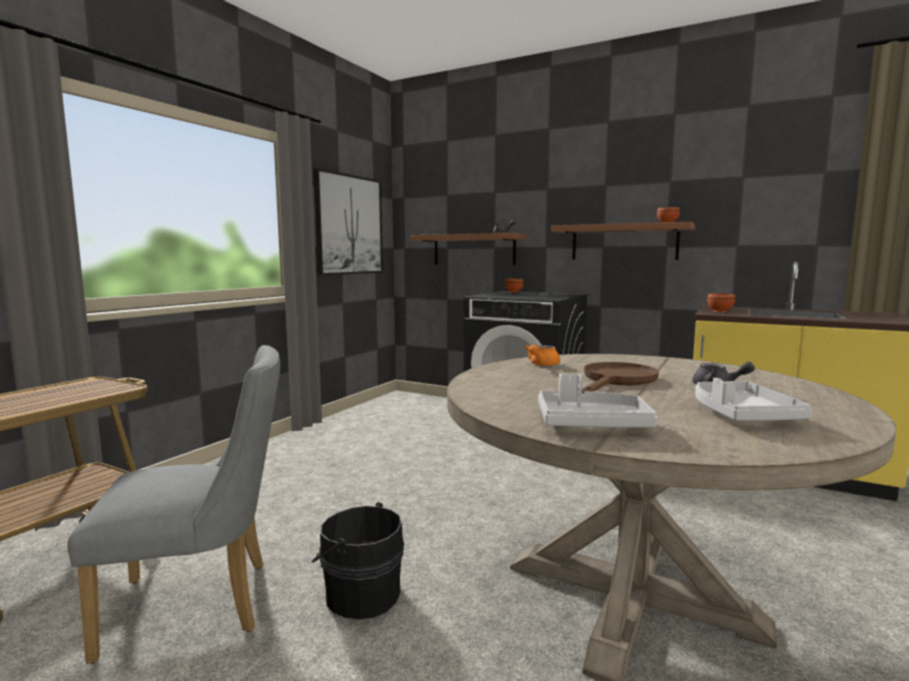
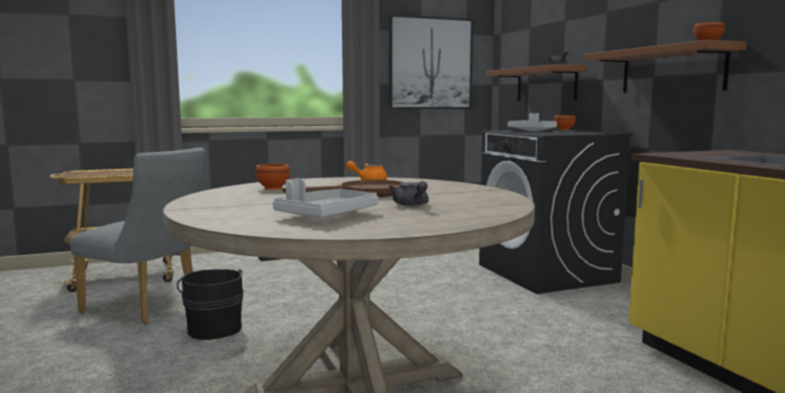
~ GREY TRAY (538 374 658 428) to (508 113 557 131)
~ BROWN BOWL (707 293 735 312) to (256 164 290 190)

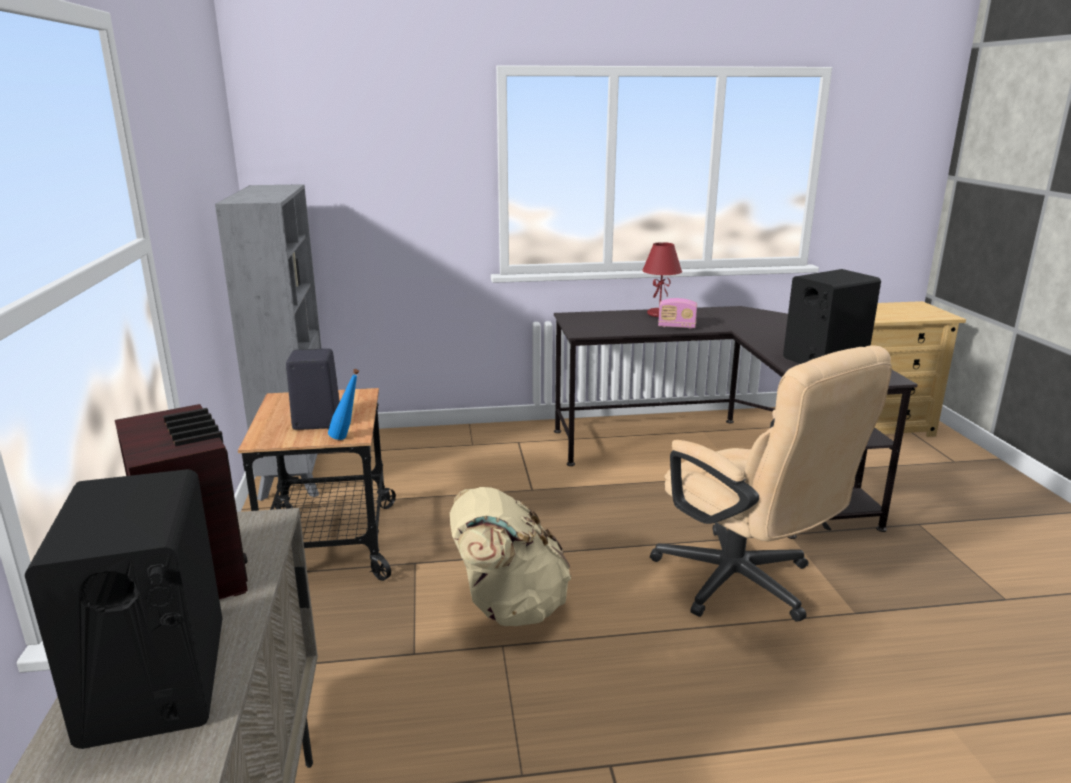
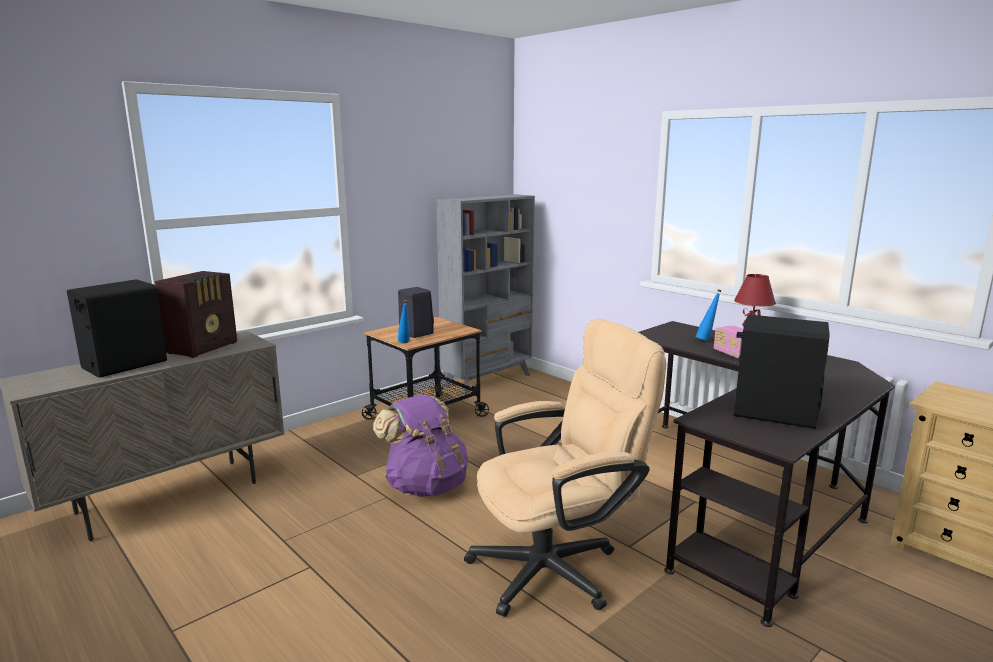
+ BLUE BOTTLE (696 289 722 341)
~ BEIGE BACKPACK (450 487 572 626) to PURPLE BACKPACK (373 394 468 497)
~ BEIGE OFFICE CHAIR (650 345 892 622) = (464 318 666 617) 135 degrees counterclockwise

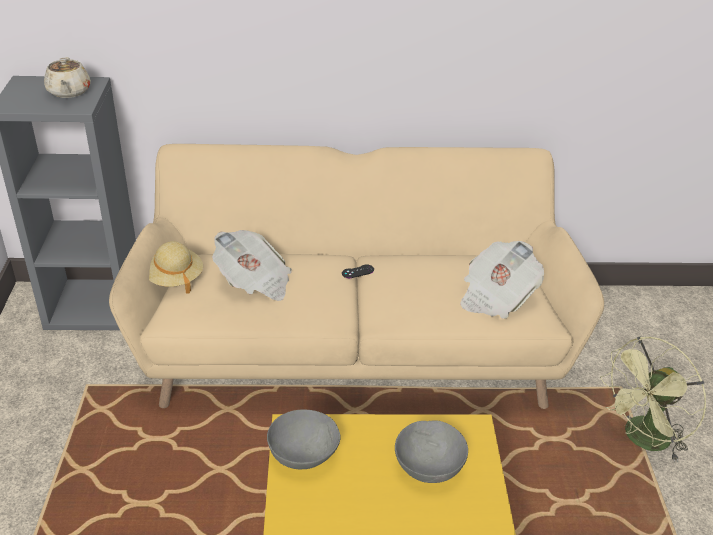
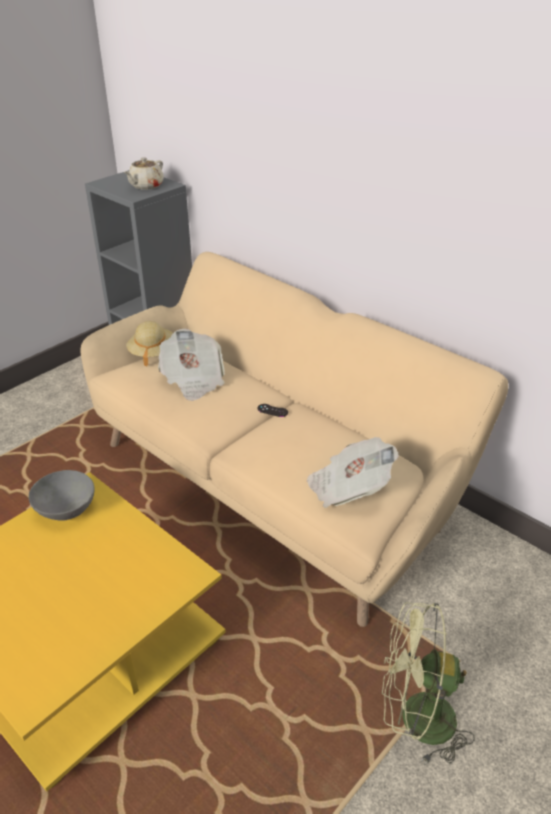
- GREY BOWL (395 420 468 483)

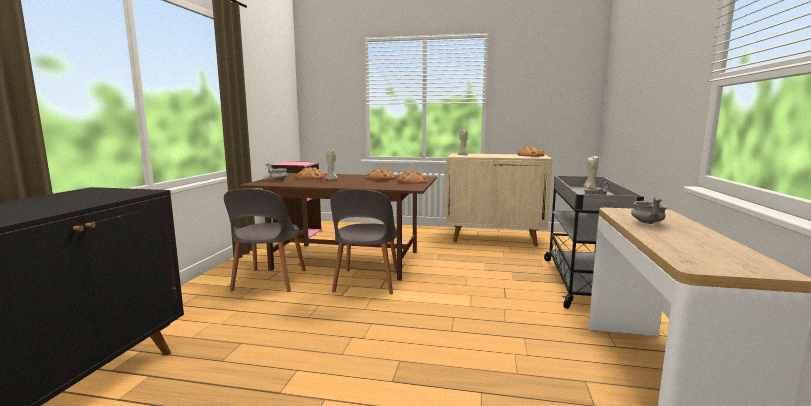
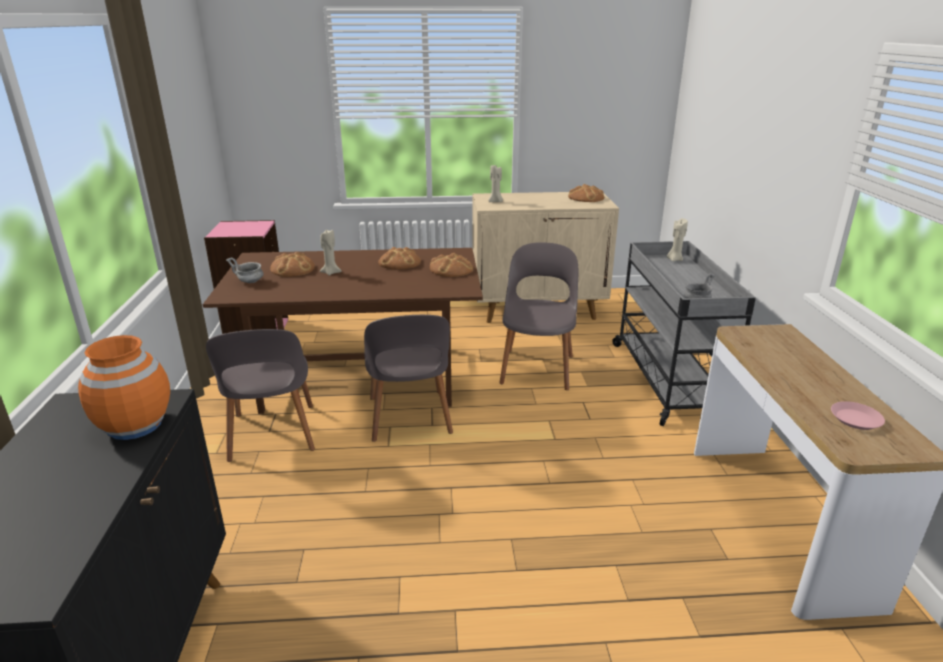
- GREY BOWL (631 196 668 224)
+ ORANGE VASE (78 335 170 440)
+ GREY CHAIR (499 242 578 390)
+ PINK PLATE (831 401 885 430)

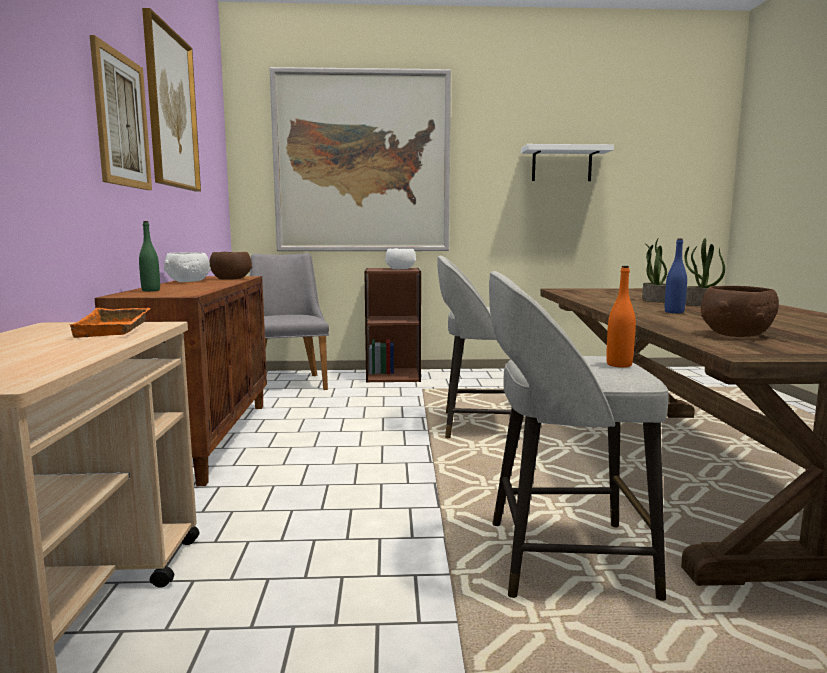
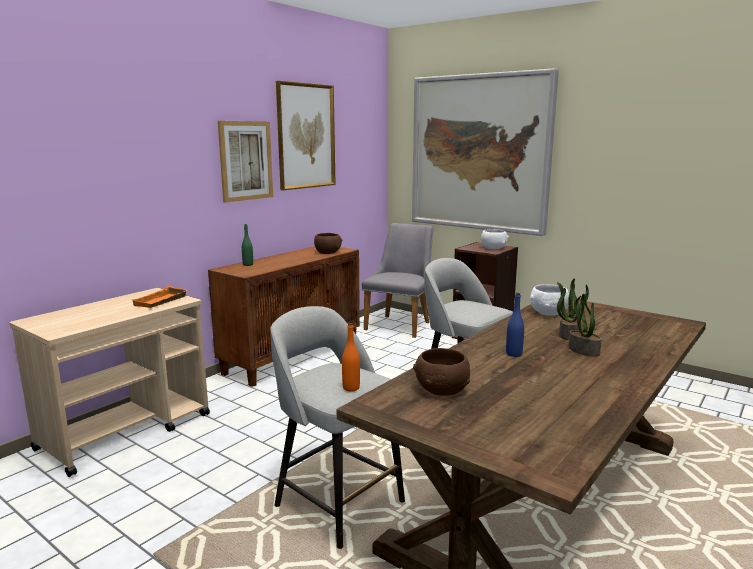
- WHITE SHELF (521 144 614 181)
~ WHITE BOWL (164 252 211 282) to (529 284 569 315)

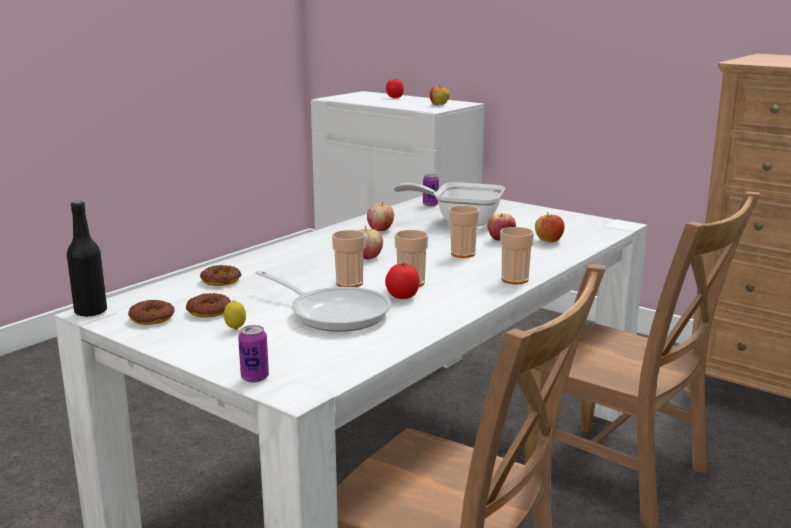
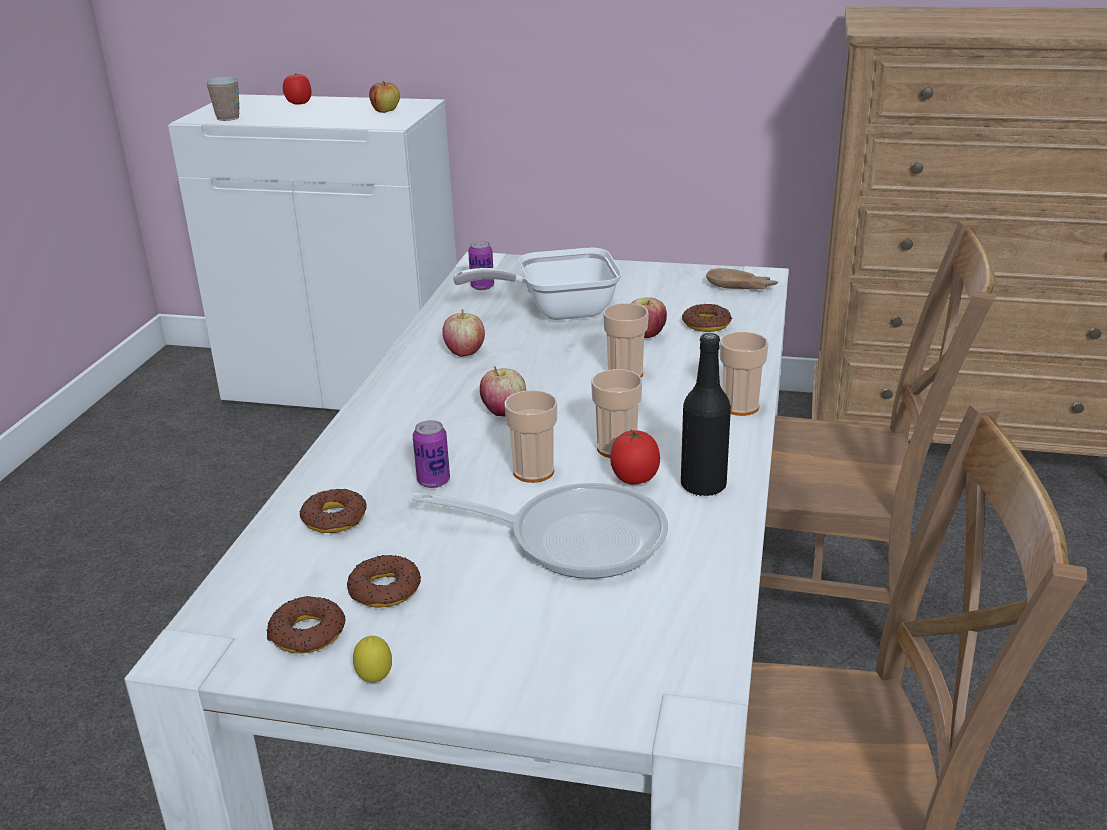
+ CUP (205 77 239 121)
+ BROWN BOWL (706 268 778 289)
~ BLACK BOTTLE (67 201 107 317) to (681 333 731 497)
~ LEMON (224 300 246 330) to (353 636 392 683)
~ CAN (238 325 269 383) to (413 420 450 488)
~ APPLE (535 212 565 243) to DONUT (682 304 732 332)

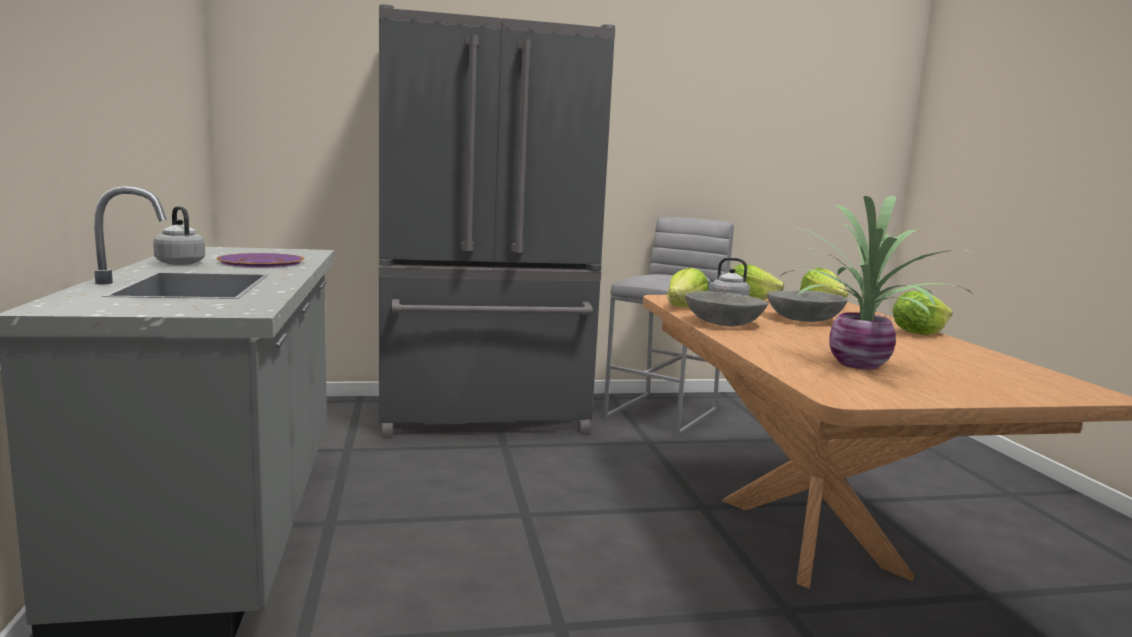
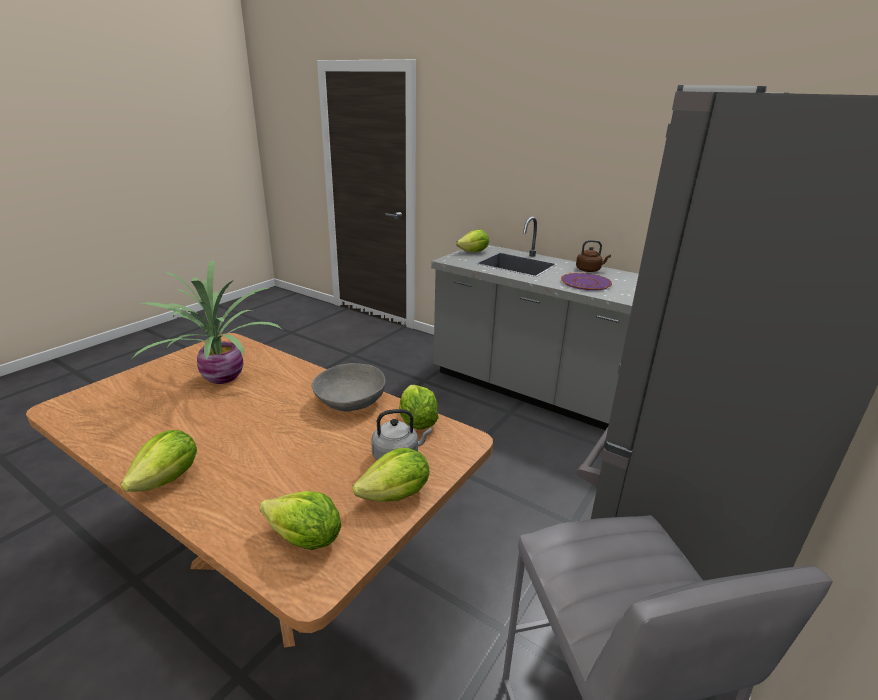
- GREY BOWL (767 290 848 322)
+ LETTUCE (456 229 489 252)
~ GREY KETTLE (153 206 205 265) to BROWN KETTLE (576 240 611 272)

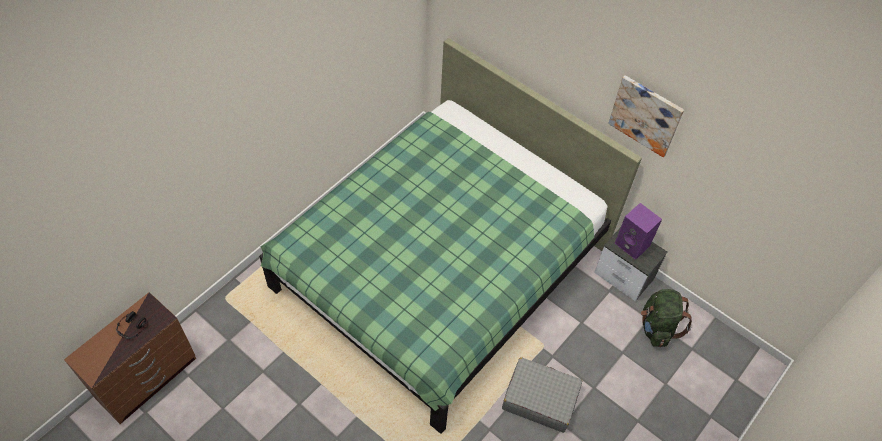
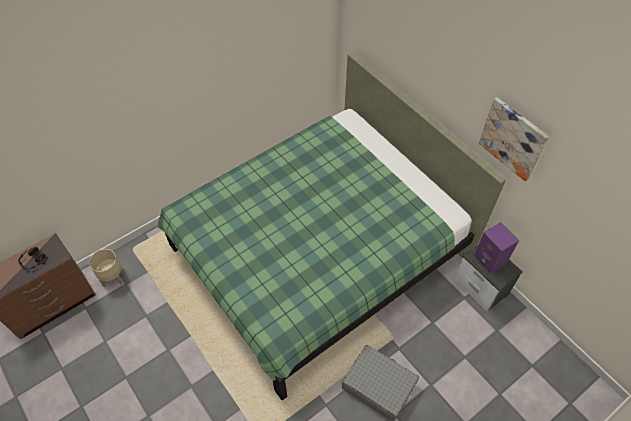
- GREEN BACKPACK (641 289 692 347)
+ BEIGE PLANTER (89 249 123 287)

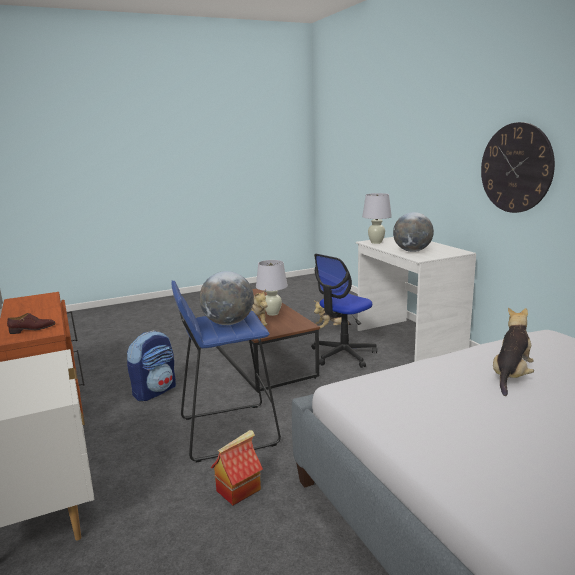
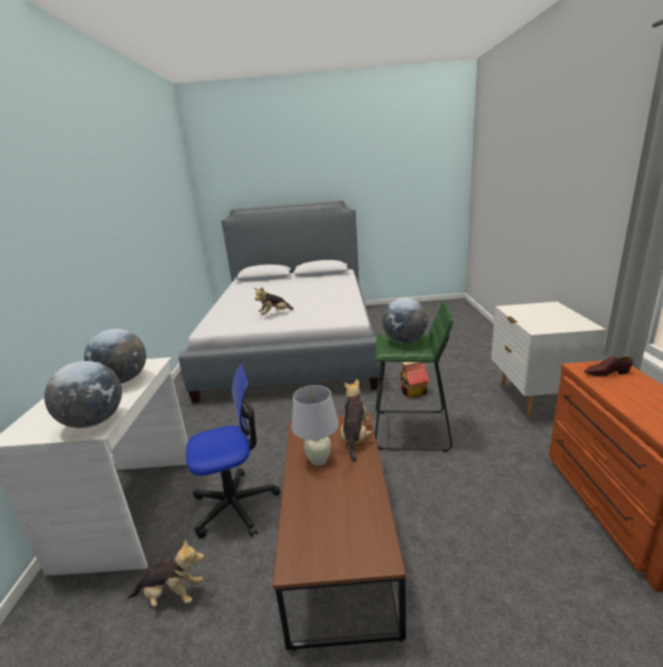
- BACKPACK (127 330 176 401)
- WALL CLOCK (481 122 555 213)
~ WHITE TABLE LAMP (362 193 392 244) to GLOBE (44 361 122 428)
~ BLUE STOOL (171 280 281 463) to GREEN STOOL (375 300 453 451)

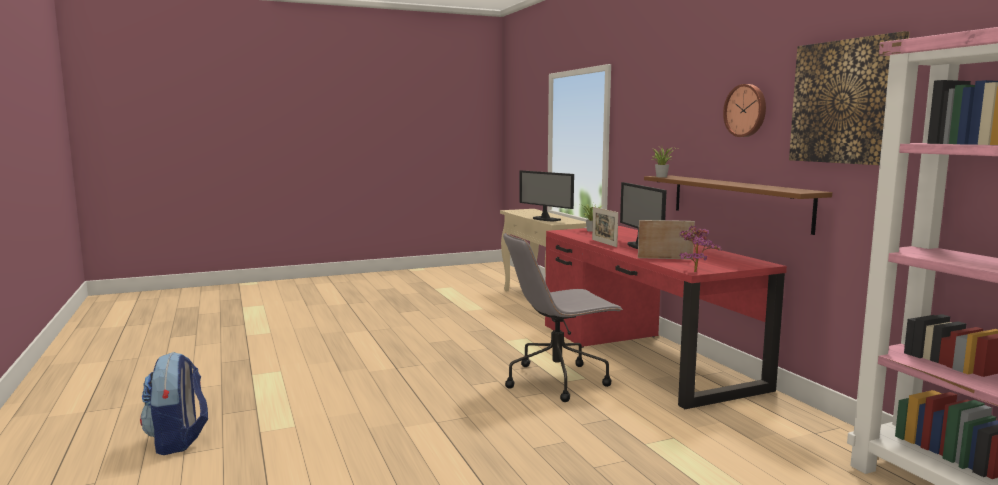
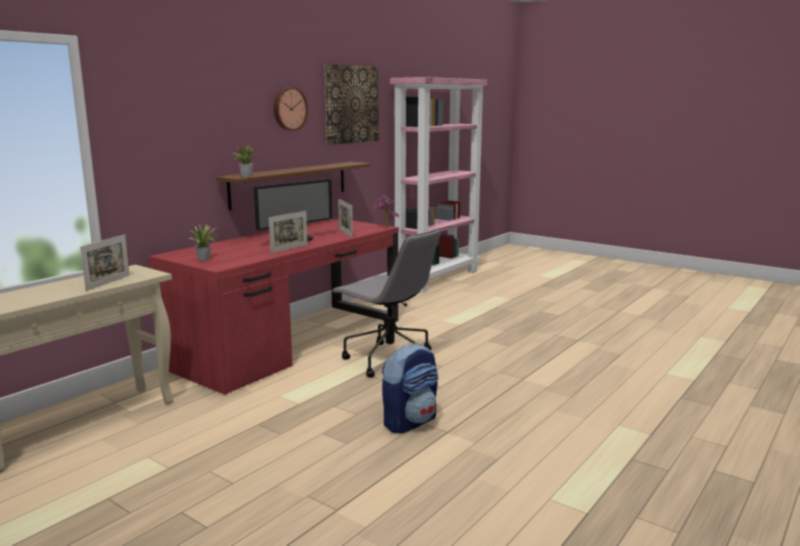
~ BACKPACK (140 352 208 455) to (382 343 439 433)
~ MONITOR (519 170 574 221) to PICTURE FRAME (80 234 130 291)

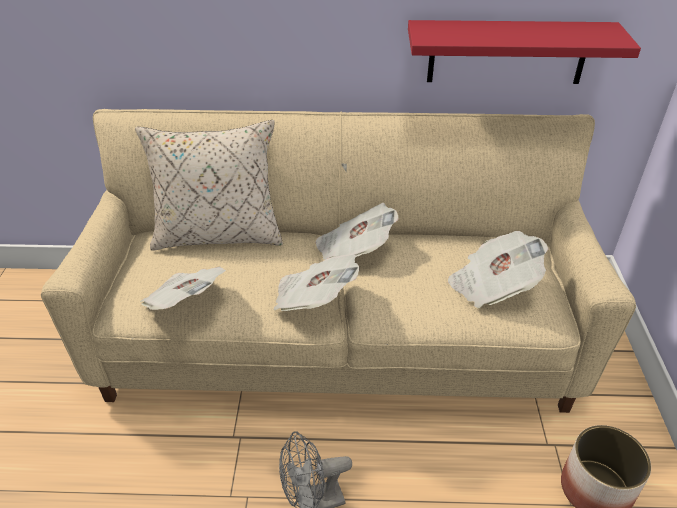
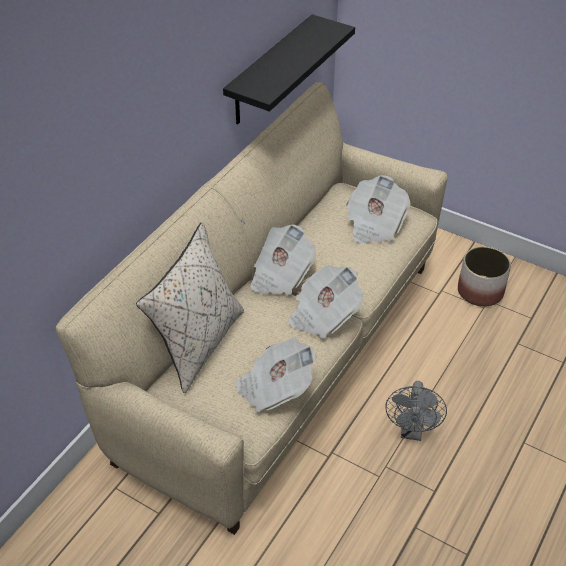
~ RED SHELF (408 20 641 84) to BLACK SHELF (223 14 355 124)

